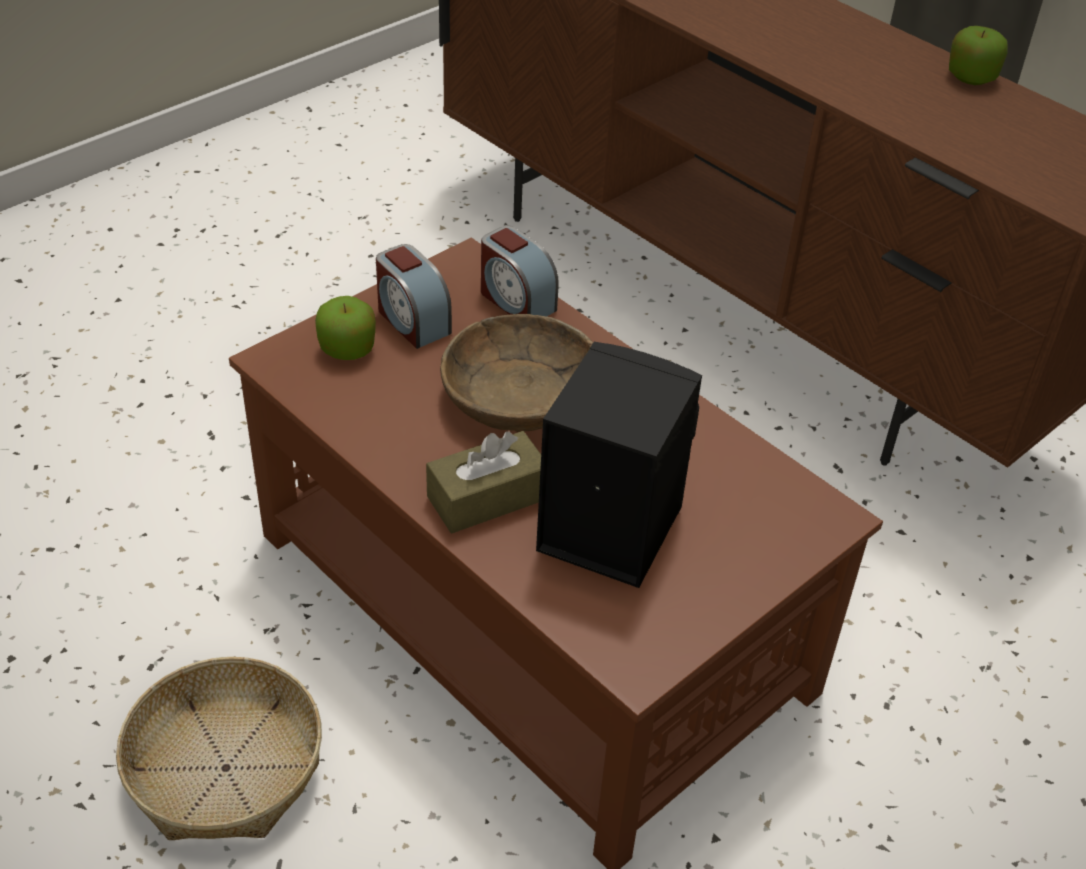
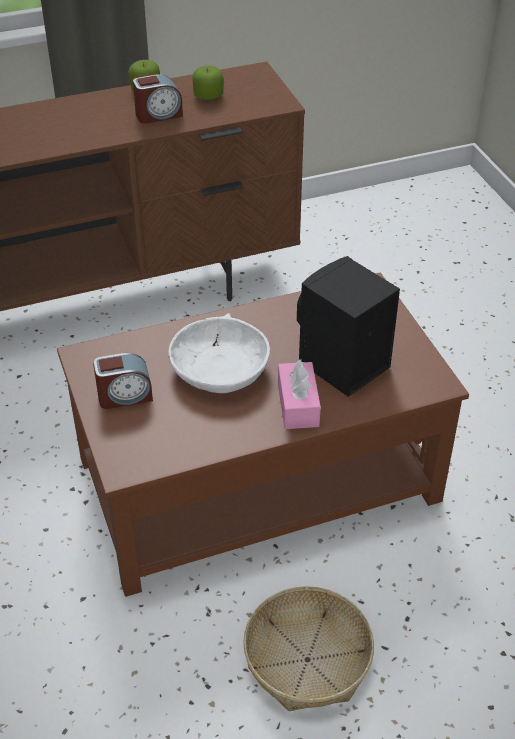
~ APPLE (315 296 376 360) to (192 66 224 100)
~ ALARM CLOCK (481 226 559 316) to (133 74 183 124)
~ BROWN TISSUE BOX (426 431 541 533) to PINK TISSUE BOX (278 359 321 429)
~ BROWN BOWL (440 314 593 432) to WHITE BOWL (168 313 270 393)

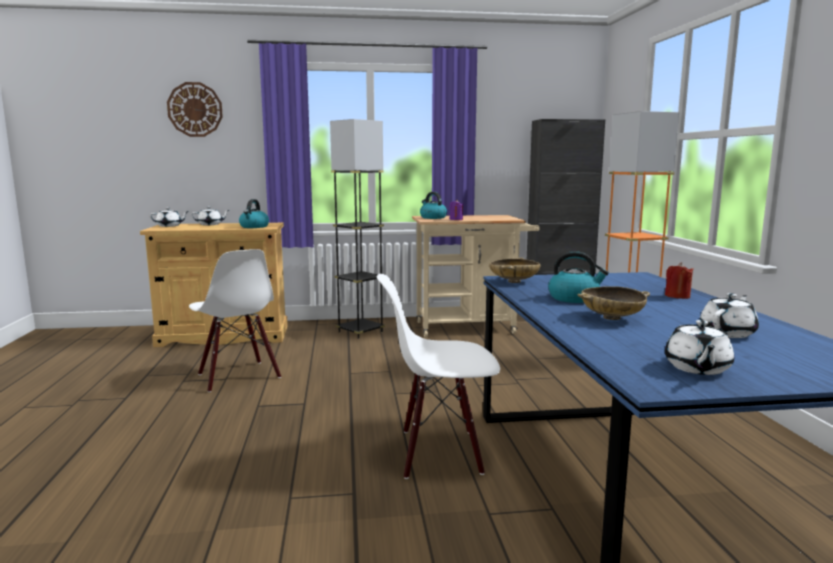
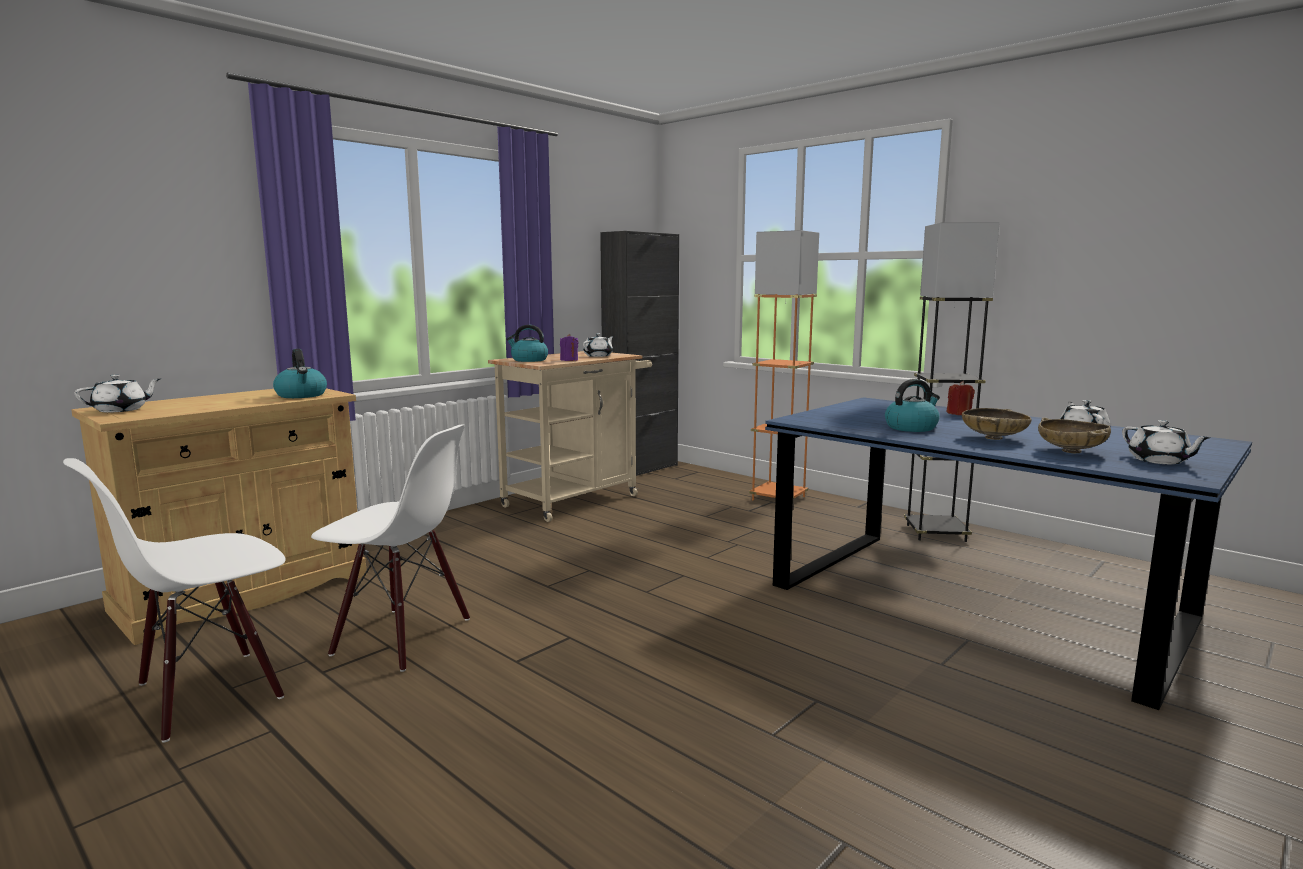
- WALL CLOCK (167 82 223 137)
~ WHITE TEAPOT (191 206 229 225) to (583 333 614 357)
~ GREY FLOOR LAMP (330 119 385 339) to (904 222 1000 542)
~ WHITE CHAIR (377 274 500 479) to (63 458 286 742)
~ BEIGE BOWL (489 257 540 283) to (1038 417 1111 453)

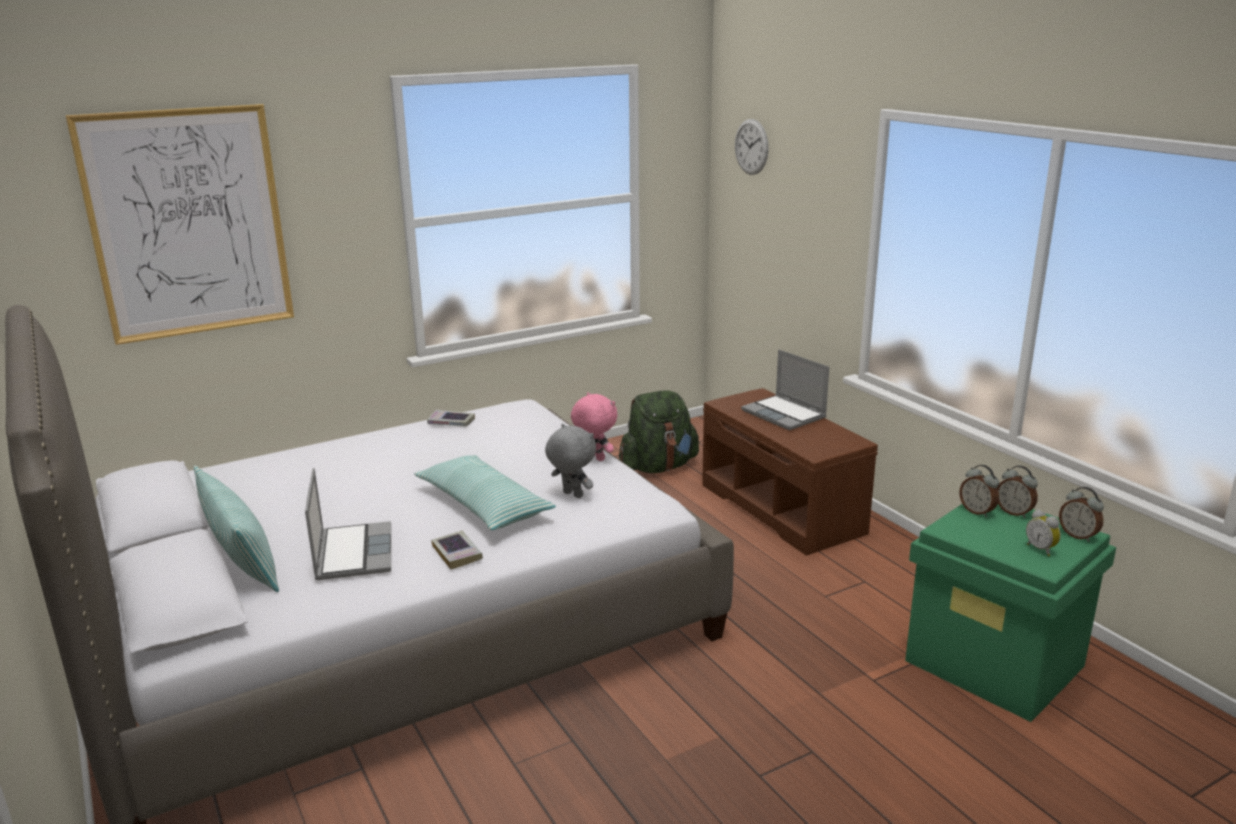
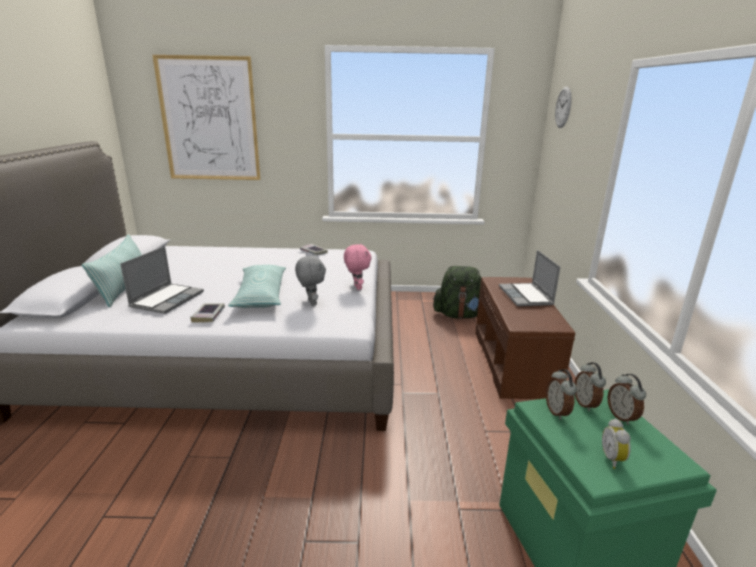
~ ALARM CLOCK (1059 487 1104 542) to (546 369 577 420)

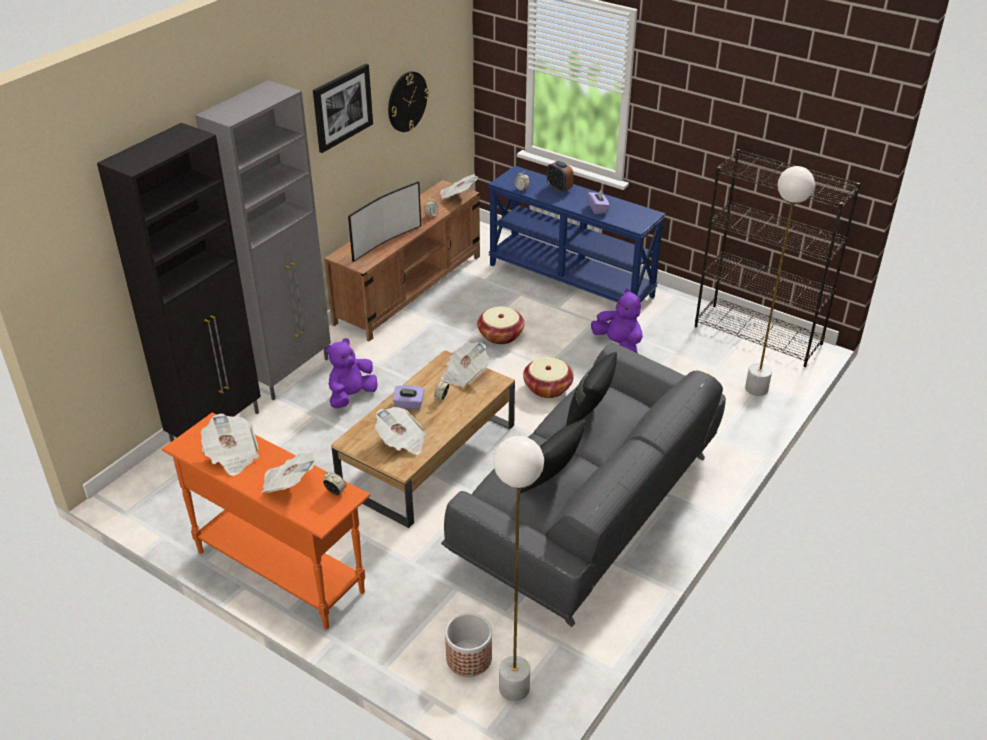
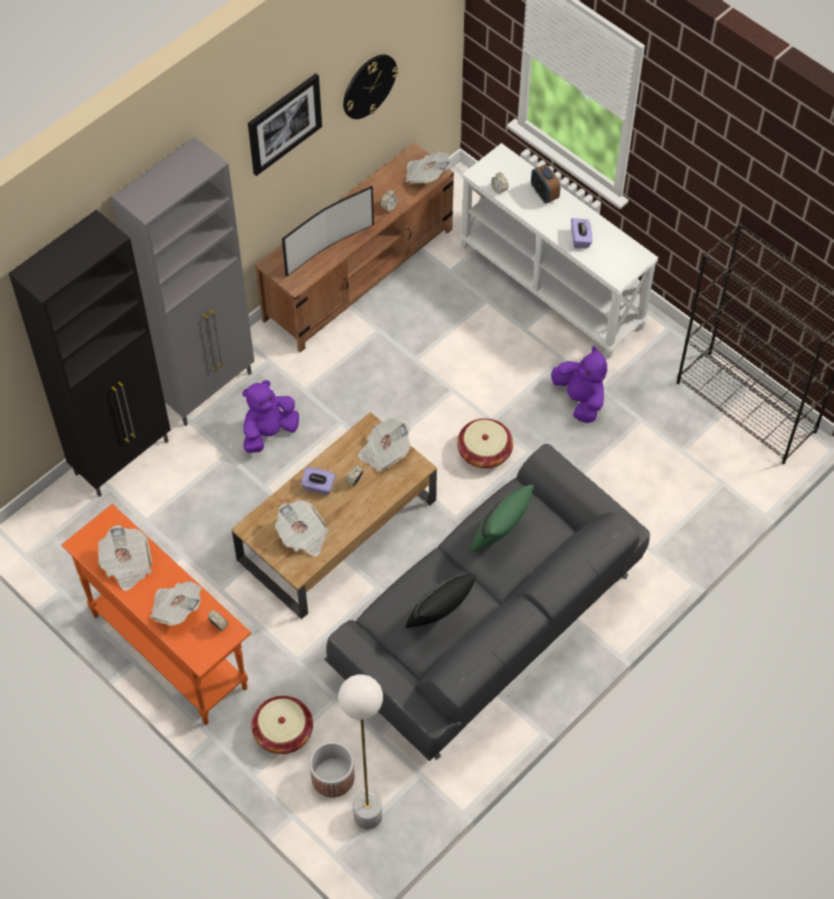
- WHITE FLOOR LAMP (745 166 815 396)
~ BASKET (477 306 525 344) to (252 696 313 754)
~ BLUE CONSOLE TABLE (488 166 665 303) to WHITE CONSOLE TABLE (460 143 659 359)
~ BLACK PILLOW (566 352 617 426) to GREEN PILLOW (471 485 533 552)

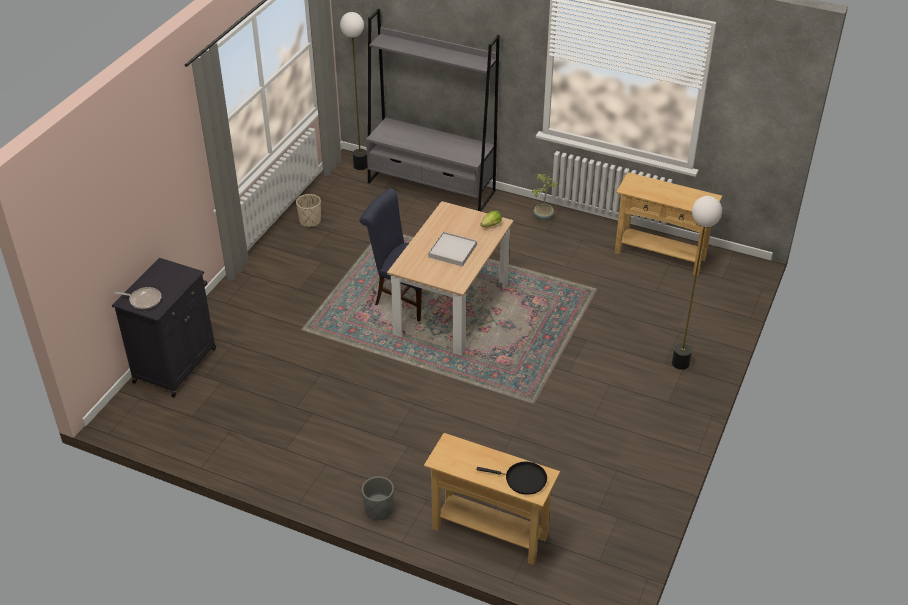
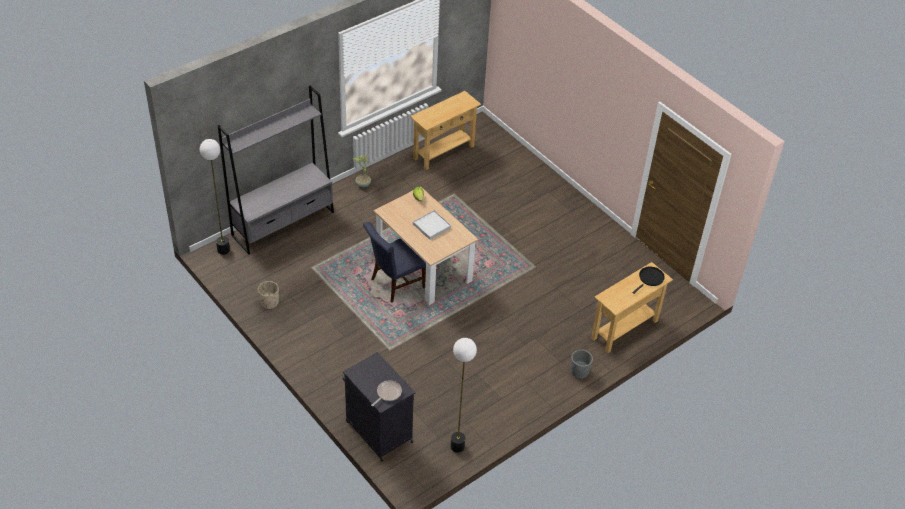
~ FLOOR LAMP (672 196 722 370) to (450 338 477 453)

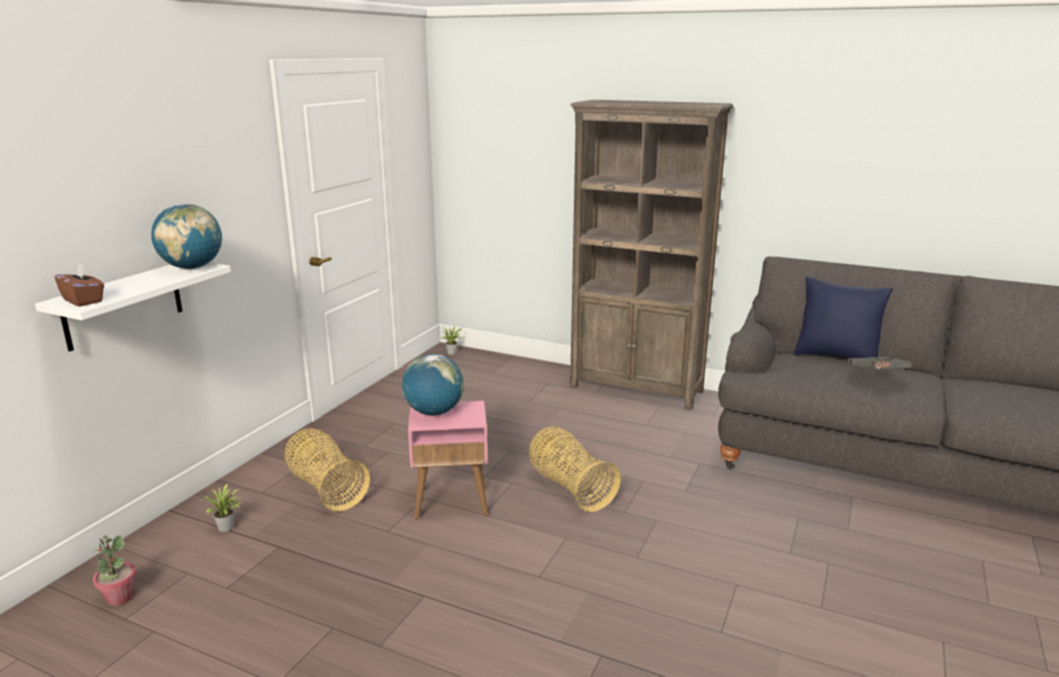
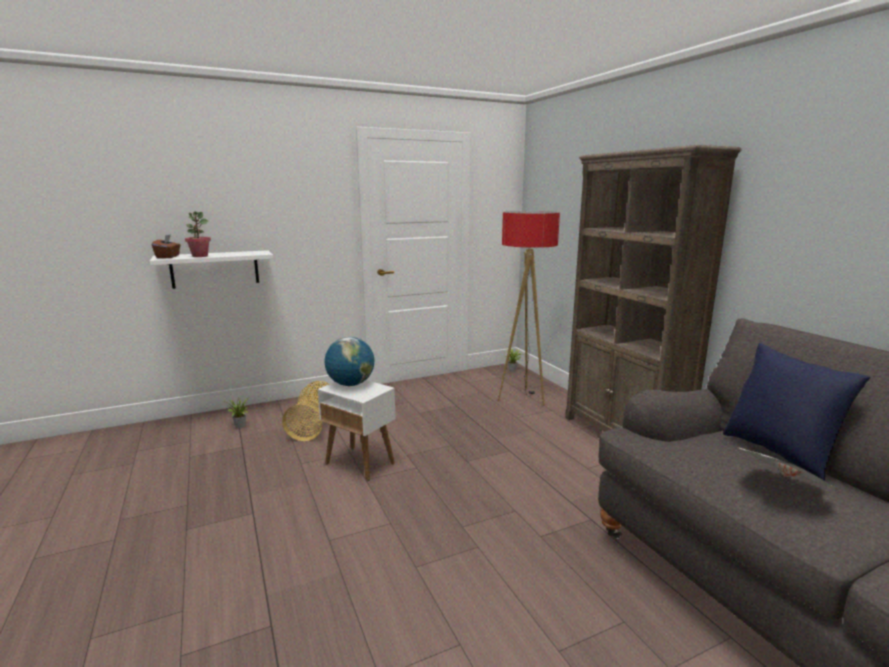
- GLOBE (151 203 222 269)
- BASKET (529 427 621 512)
+ FLOOR LAMP (498 211 560 406)
~ POTTED PLANT (93 535 136 606) to (185 212 211 257)
~ PINK SIDE TABLE (408 401 488 519) to WHITE SIDE TABLE (318 380 395 481)

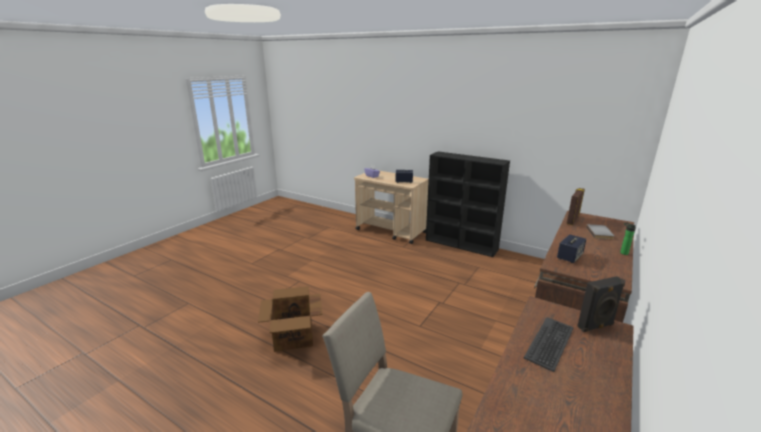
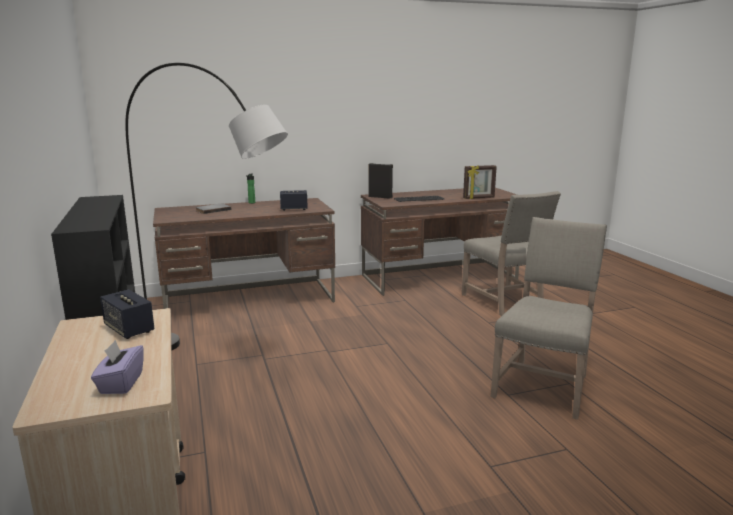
+ GREY FLOOR LAMP (125 63 288 350)
~ PICTURE FRAME (567 188 585 225) to (463 165 497 199)
~ CARDBOARD BOX (258 286 323 352) to BEIGE CHAIR (491 217 607 420)

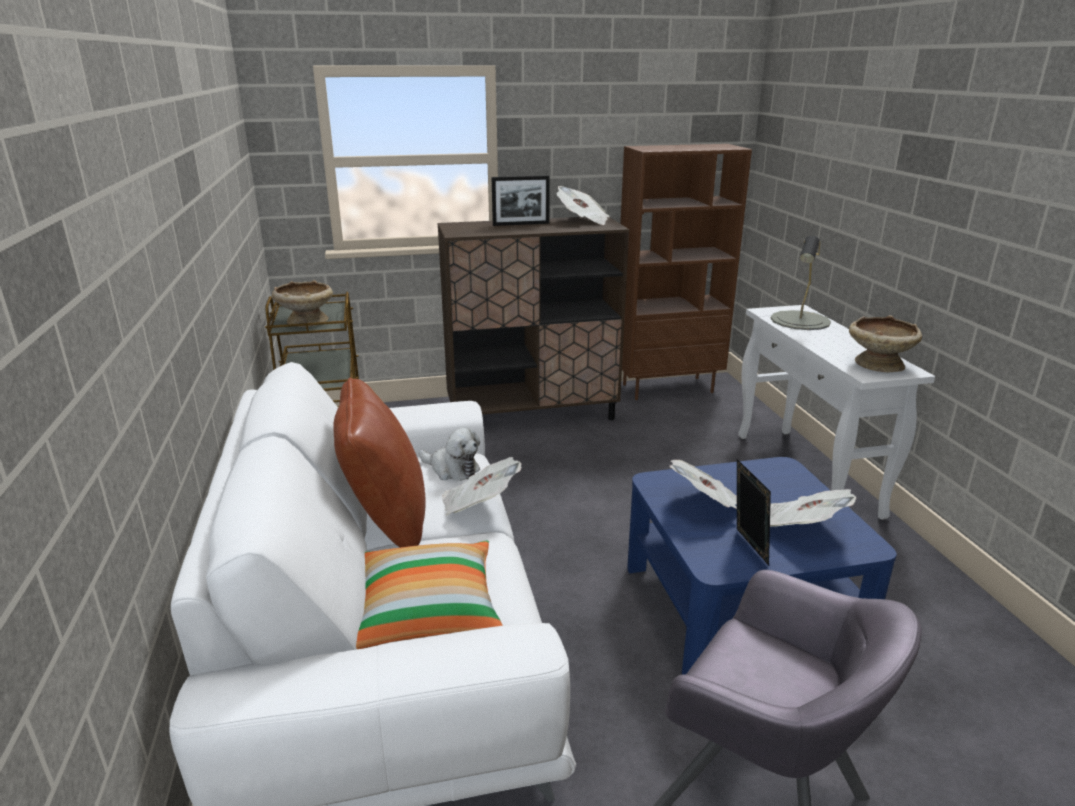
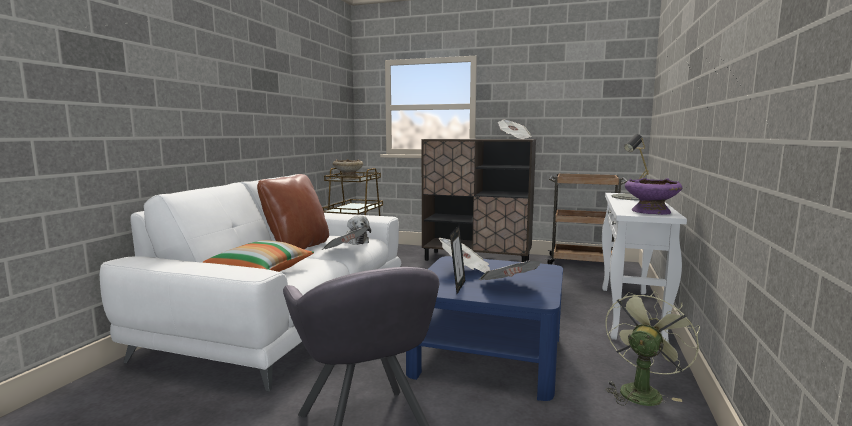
- PICTURE FRAME (492 175 550 226)
+ GREEN FAN (605 290 700 406)
~ BROWN BOOKCASE (620 144 752 400) to BROWN CART (545 173 627 264)
~ BEIGE BOWL (849 315 922 372) to PURPLE BOWL (625 178 682 215)

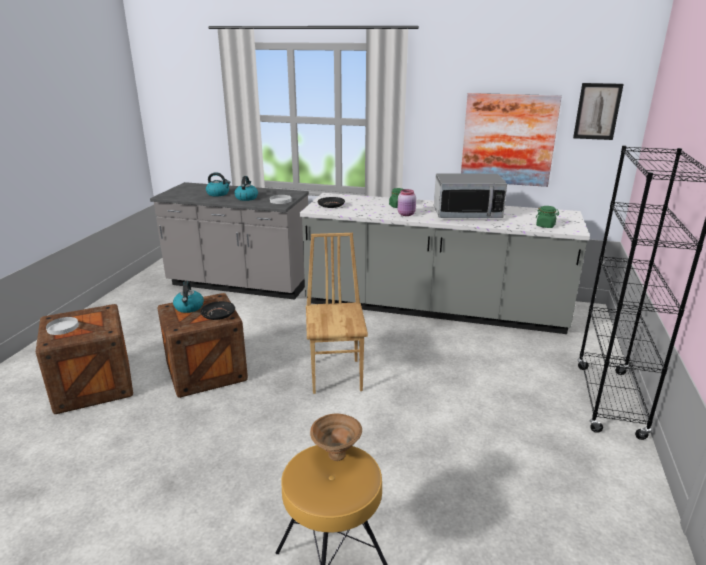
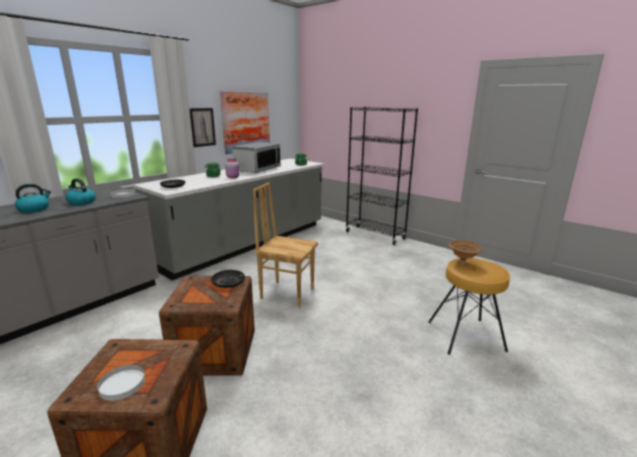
- KETTLE (173 281 204 313)
~ PICTURE (573 83 624 140) to (189 108 216 147)

